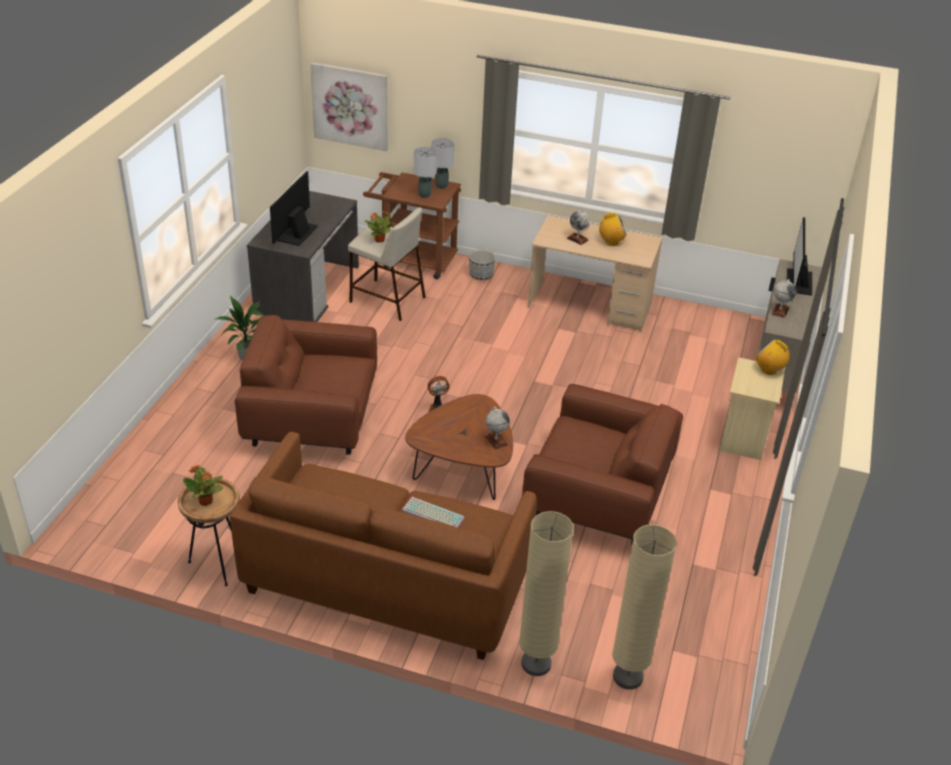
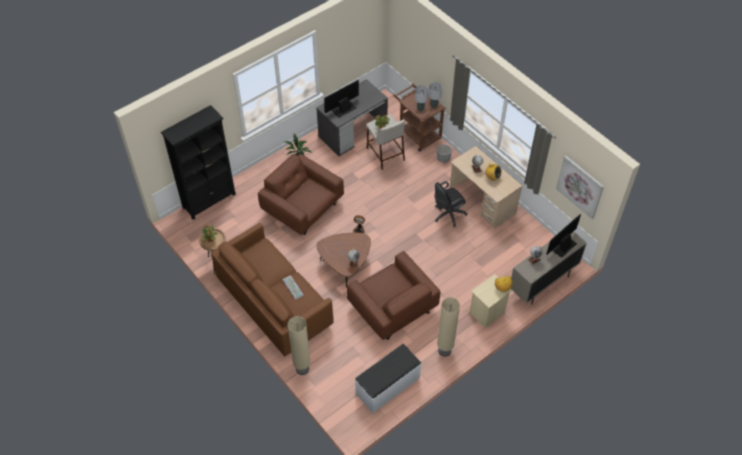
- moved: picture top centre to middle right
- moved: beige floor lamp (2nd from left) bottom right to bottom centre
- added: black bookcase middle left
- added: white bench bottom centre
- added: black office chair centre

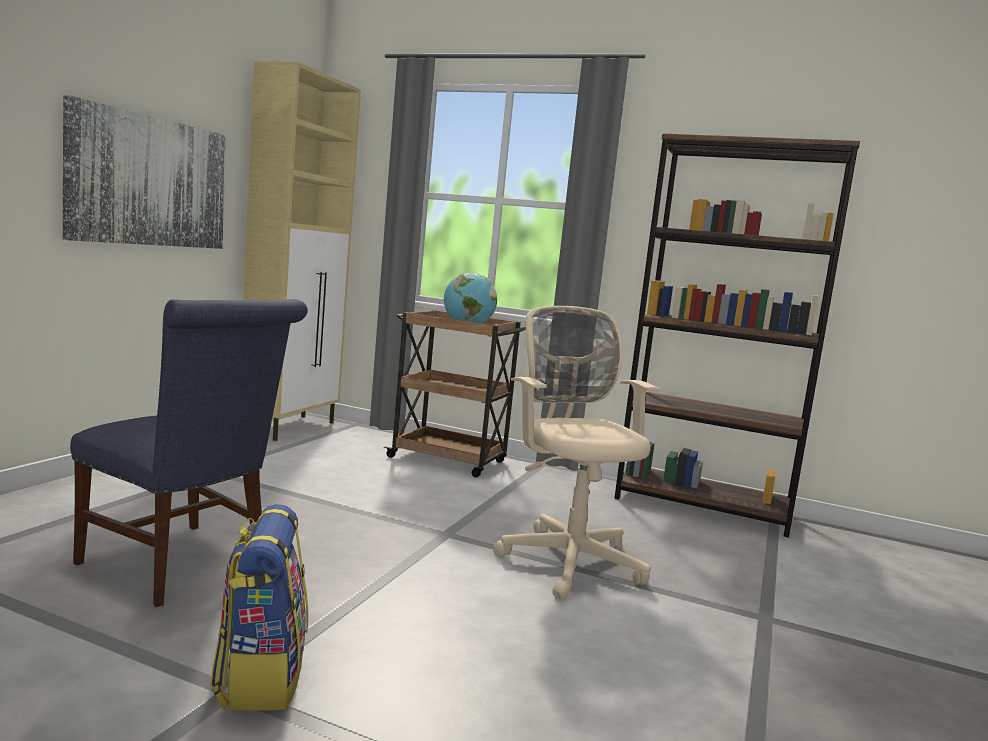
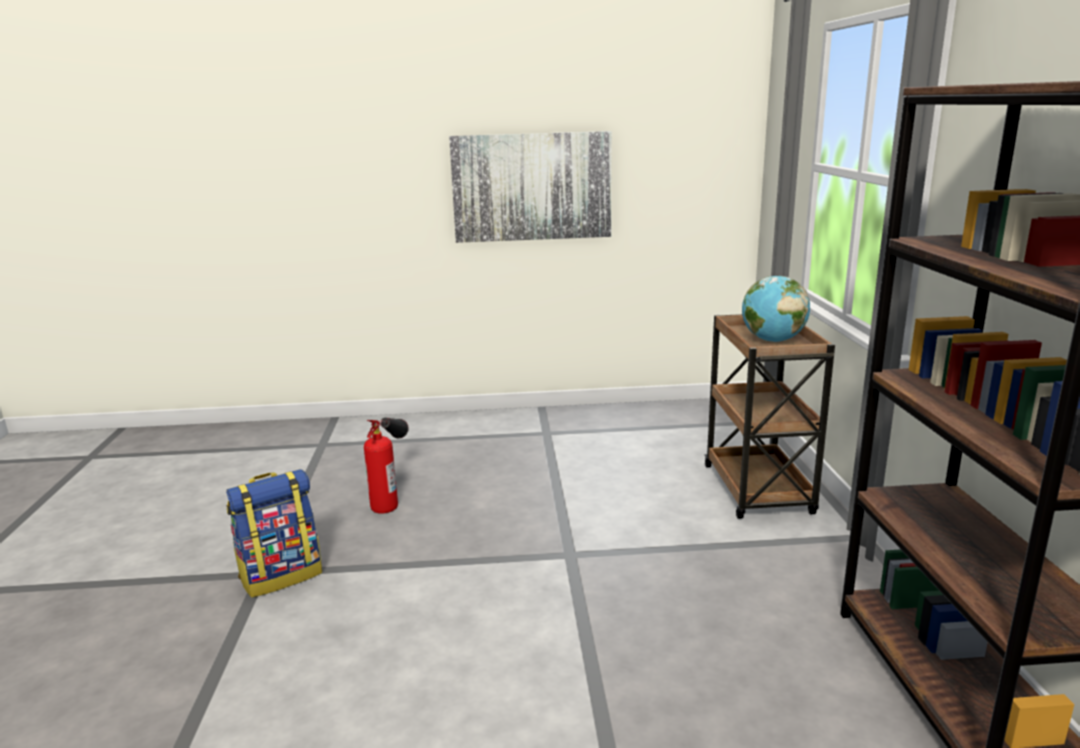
- replaced: blue chair middle left to fire extinguisher centre
- removed: beige cabinet middle left
- removed: beige office chair centre

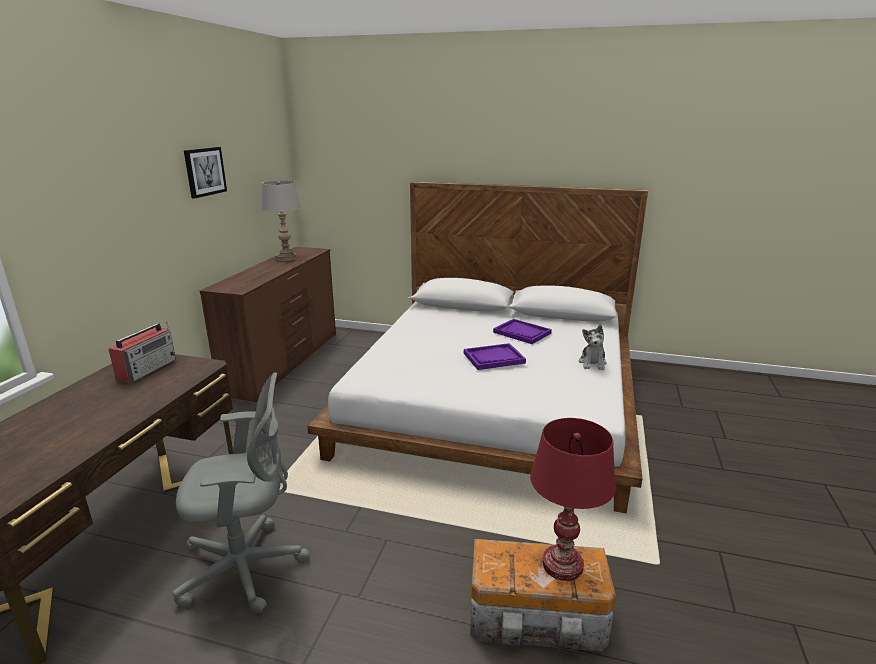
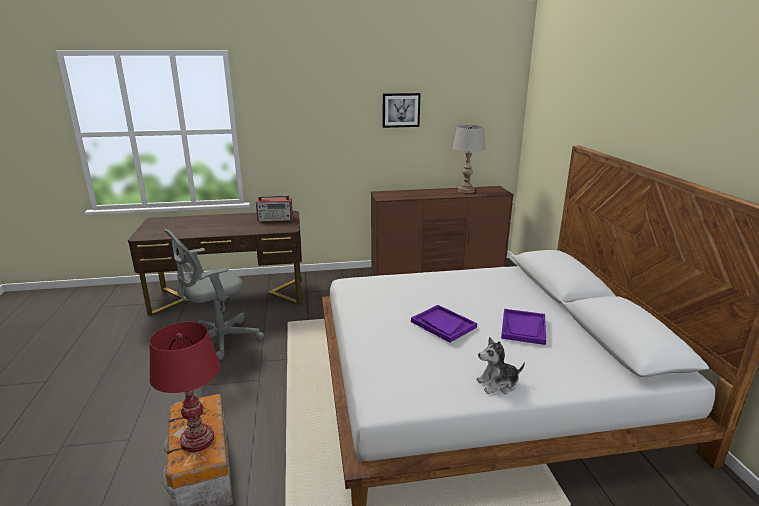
- turned: grey office chair bottom left = middle left 90 degrees clockwise

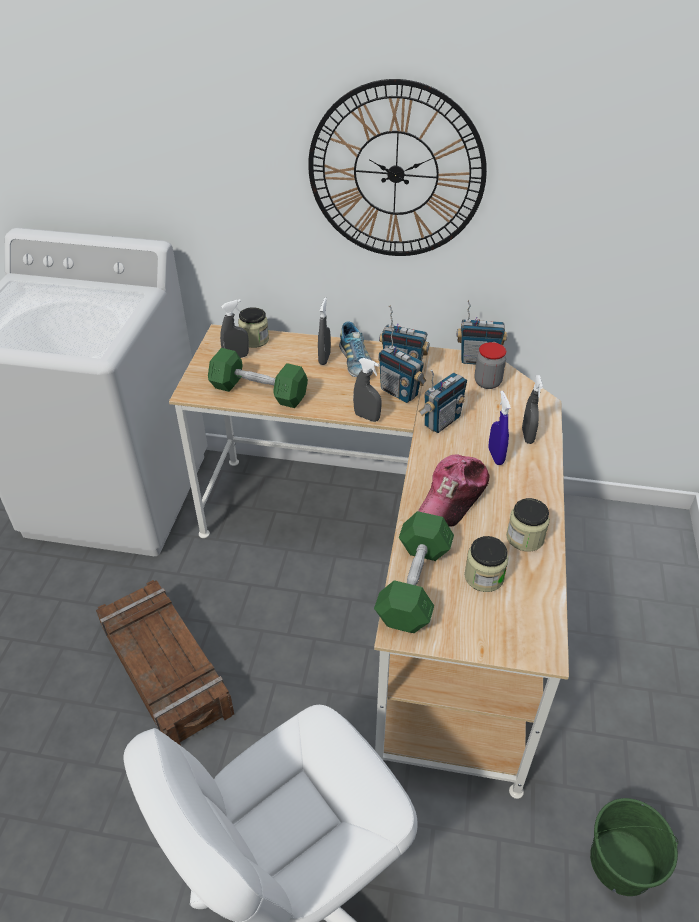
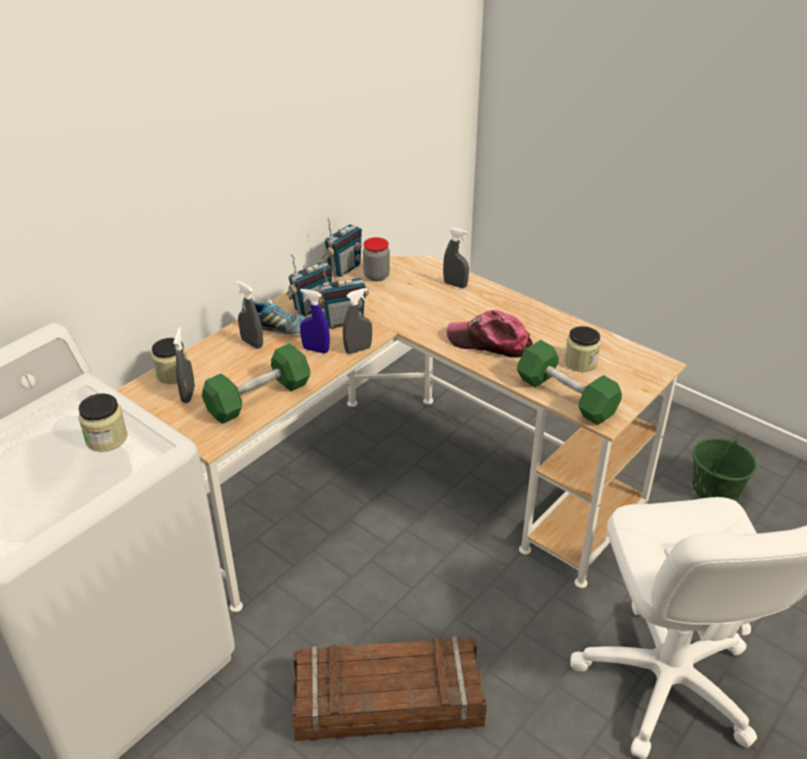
- removed: wall clock top centre
- removed: radio (3rd from left) centre
- turned: cap centre = centre 135 degrees clockwise
- moved: blue spray bottle middle right to centre
- moved: jar (4th from left in the first image) middle right to jar (1st from left) middle left

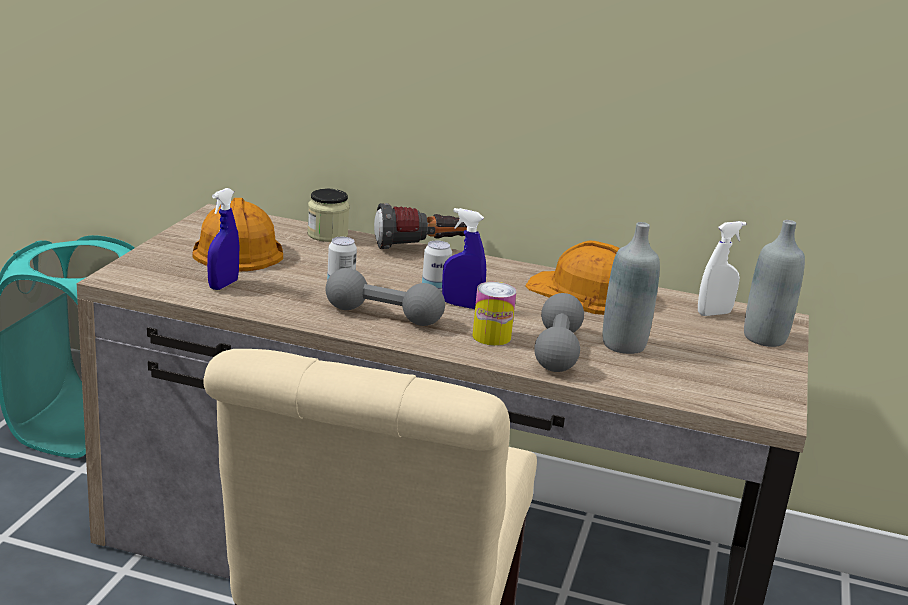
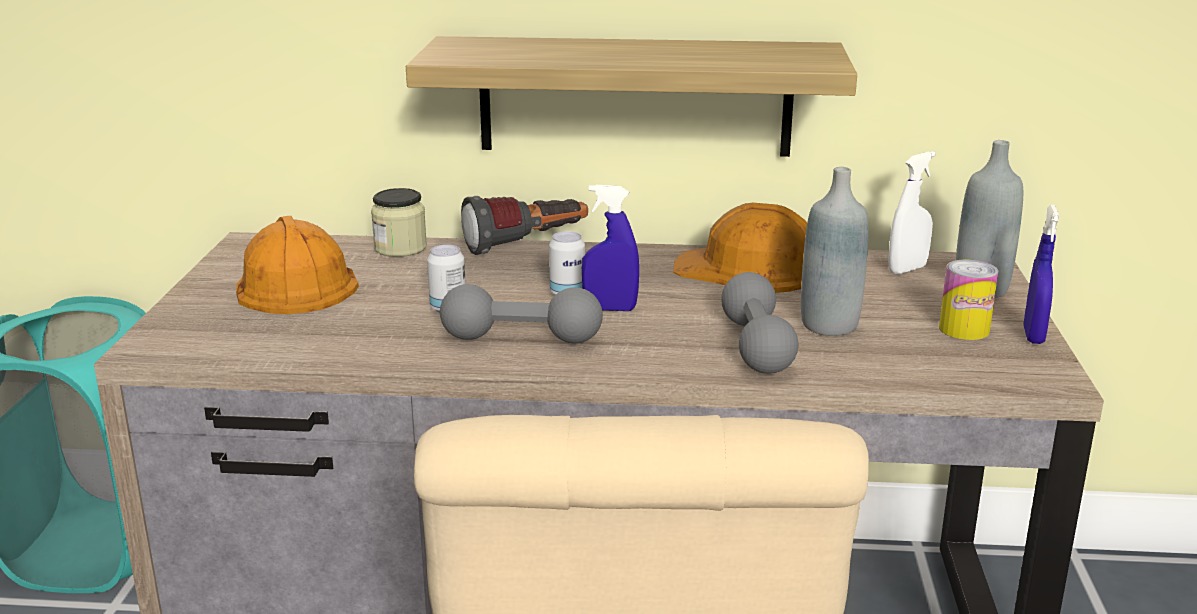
- moved: blue spray bottle (1st from left in the first image) middle left to blue spray bottle (2nd from left) middle right
- moved: can (3rd from left) centre to middle right
- added: shelf top centre

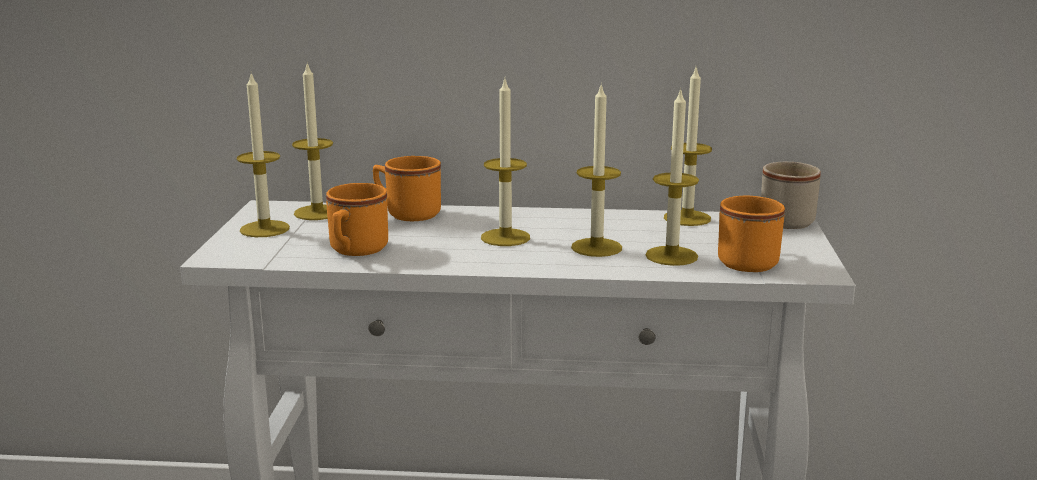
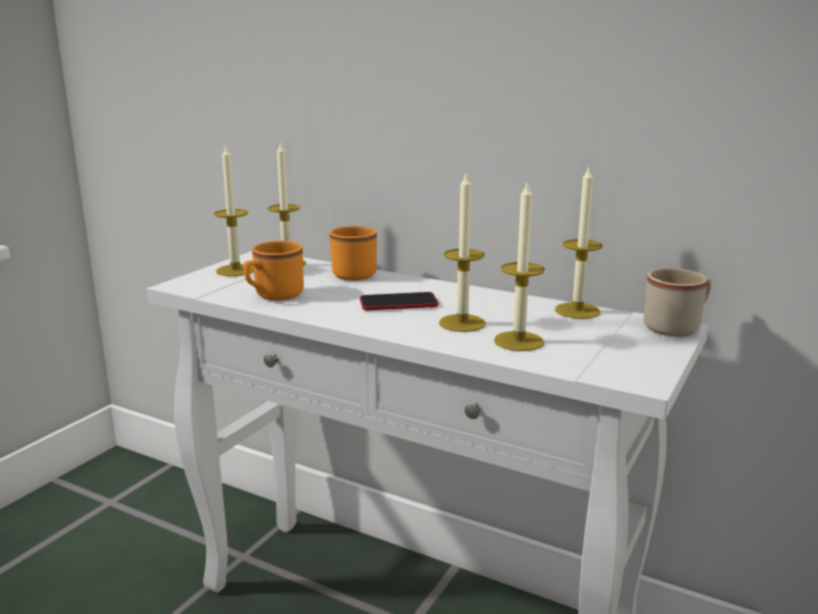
- replaced: candle (3rd from left) centre to phone centre
- removed: orange mug (3rd from left) middle right

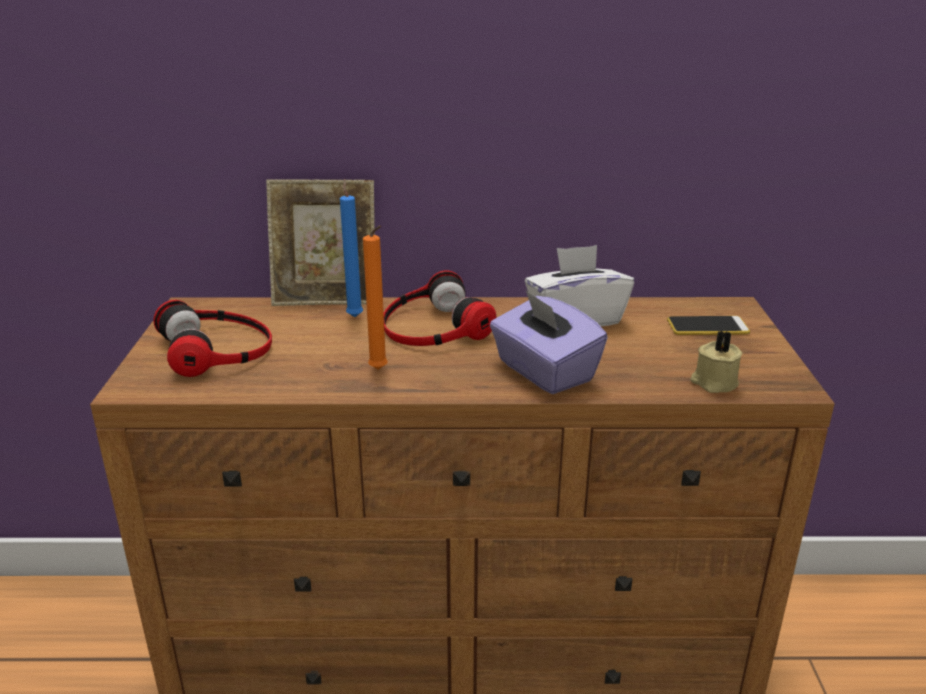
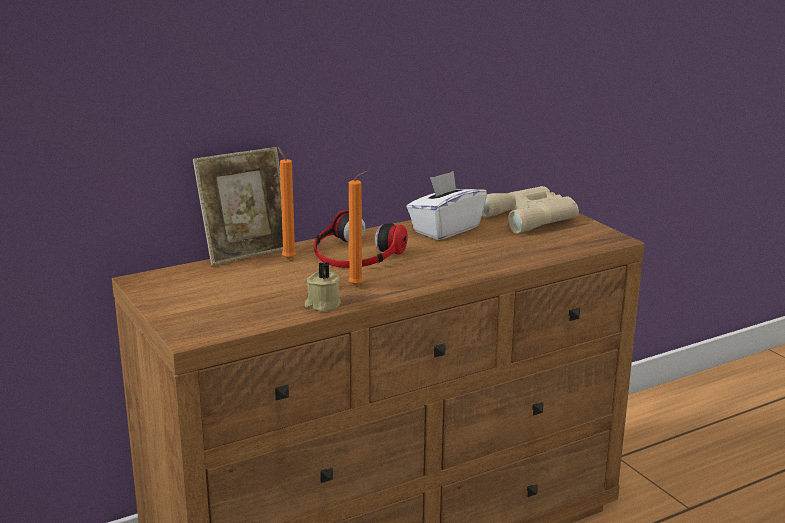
- removed: headphones (1st from left) middle left
- recoloured: blue candle centre to orange candle (1st from left) centre
- removed: purple tissue box centre
- replaced: phone middle right to beige binoculars middle right
- moved: beige candle middle right to centre

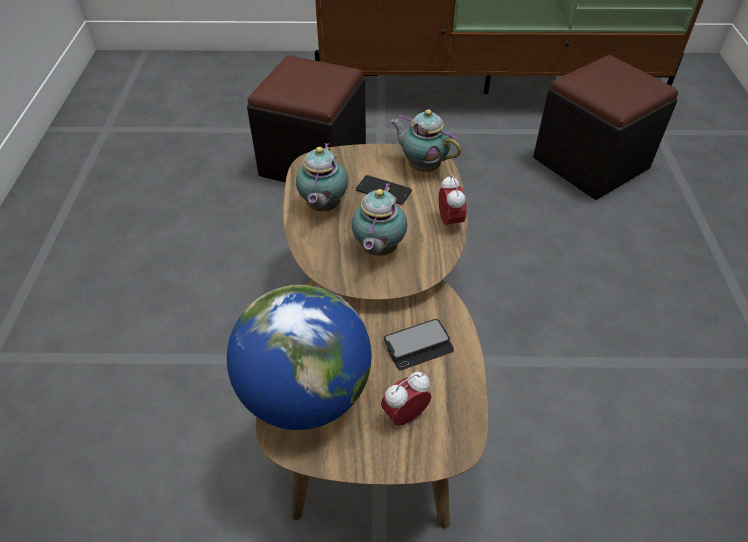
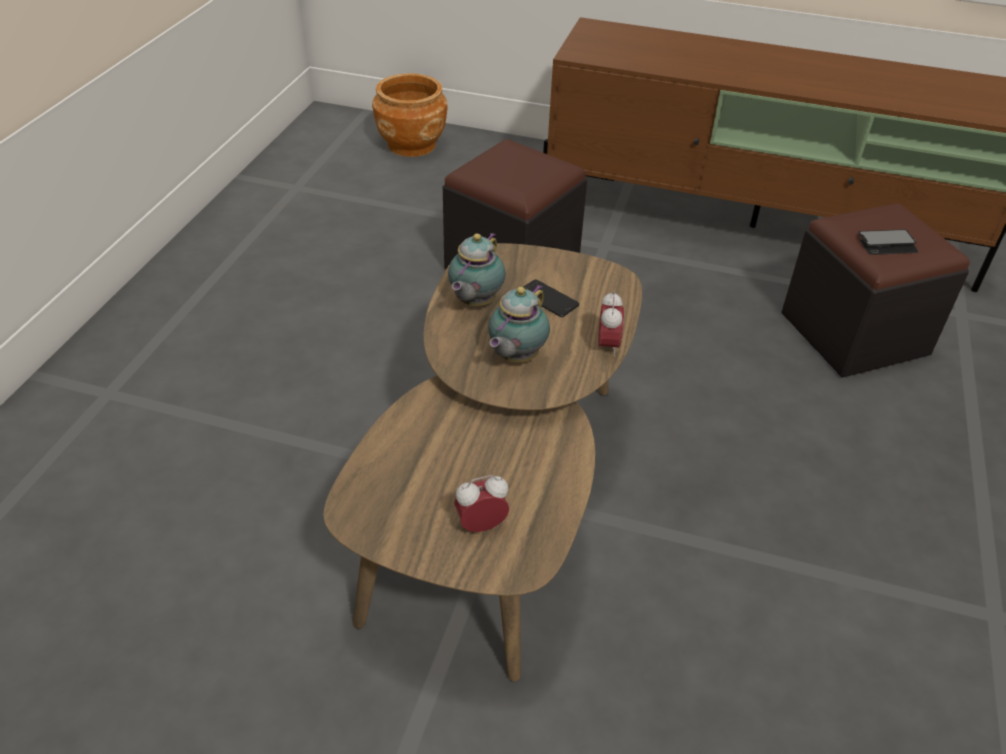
- removed: globe centre
- moved: phone (2nd from left) centre to top right
- removed: teapot (3rd from left) top centre
- added: brown planter top centre

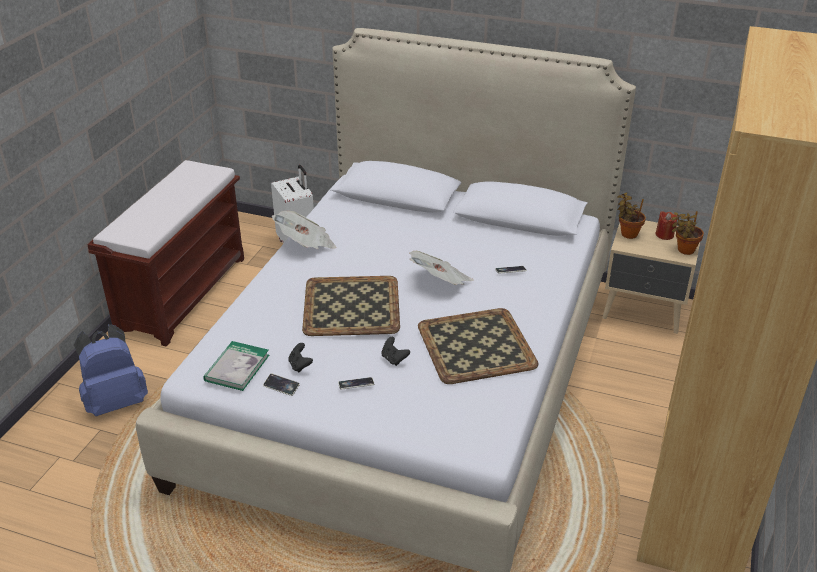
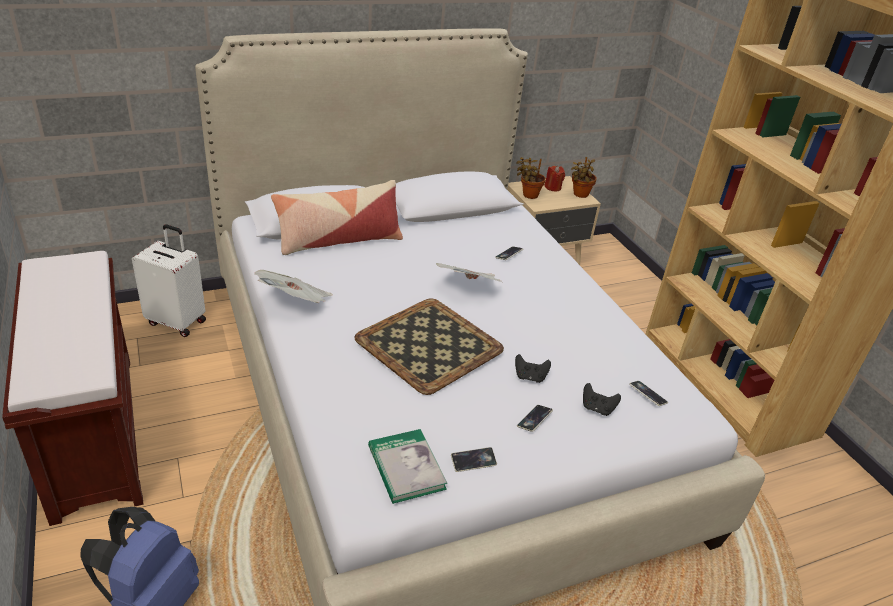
- moved: black game controller (1st from left in the first image) centre to black game controller (2nd from left) middle right
- removed: tray (2nd from left) centre
- added: pillow centre
- added: phone (4th from left) middle right

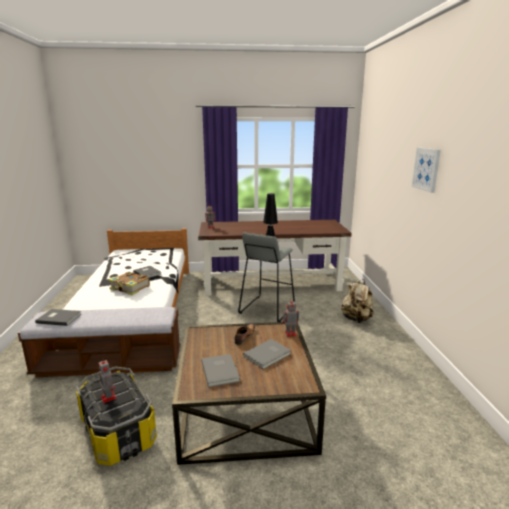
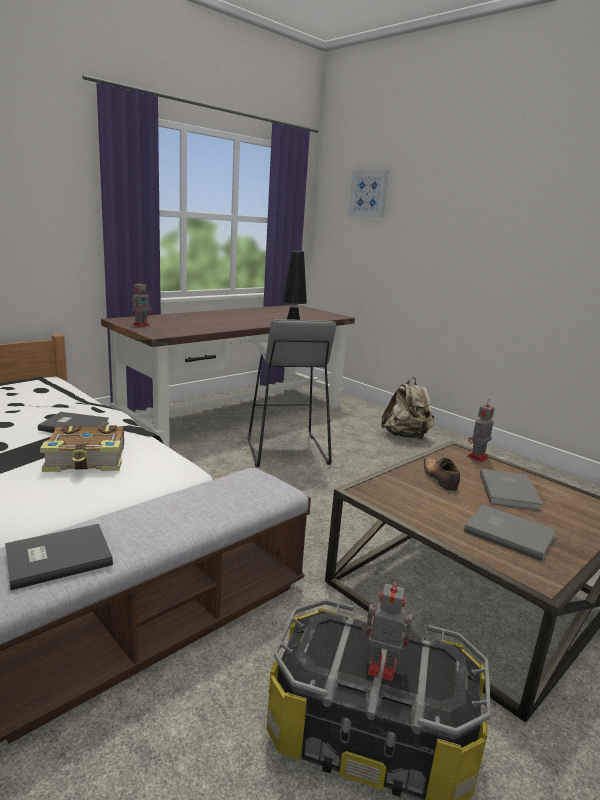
- moved: picture middle right to top centre

